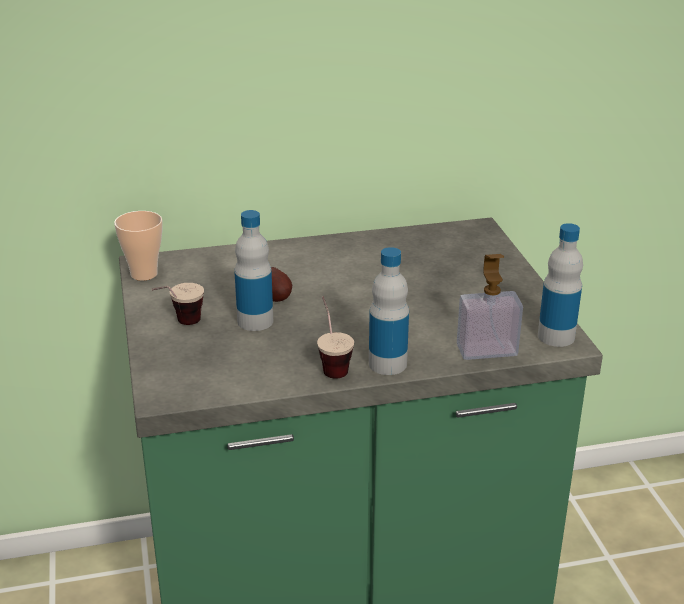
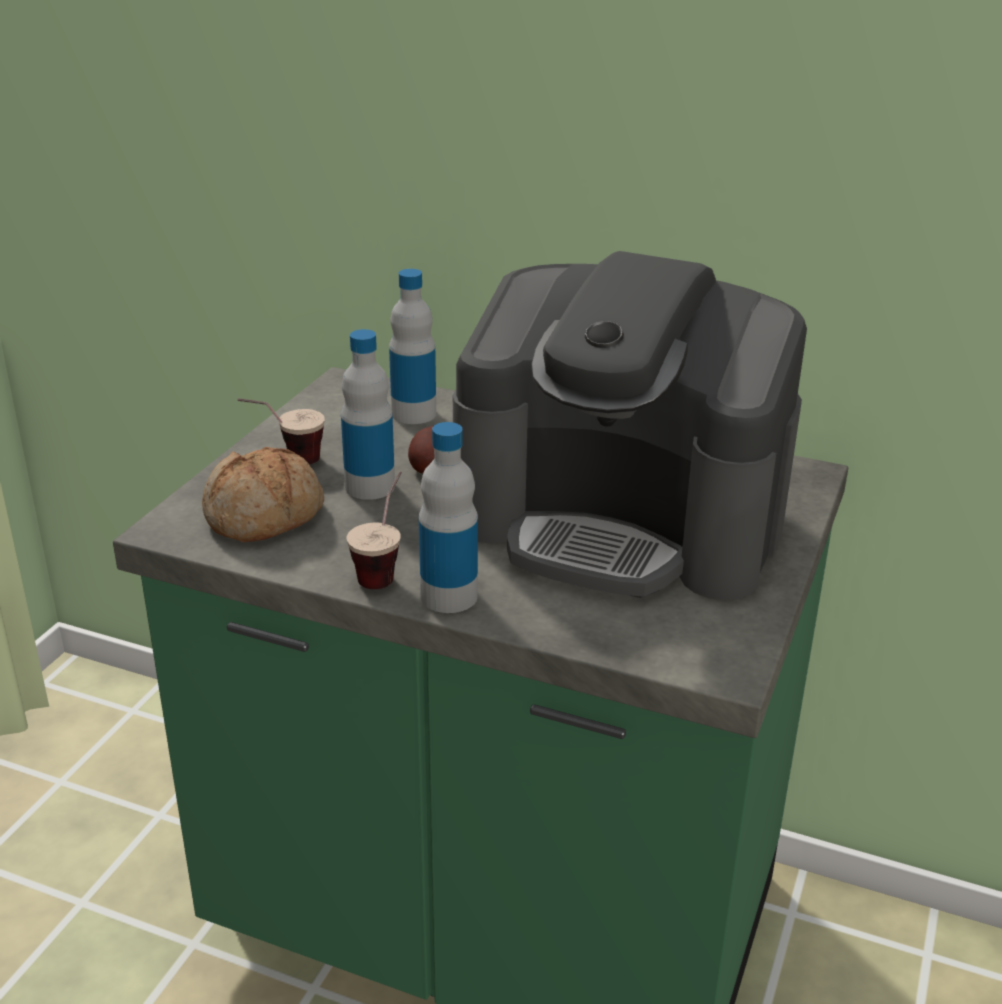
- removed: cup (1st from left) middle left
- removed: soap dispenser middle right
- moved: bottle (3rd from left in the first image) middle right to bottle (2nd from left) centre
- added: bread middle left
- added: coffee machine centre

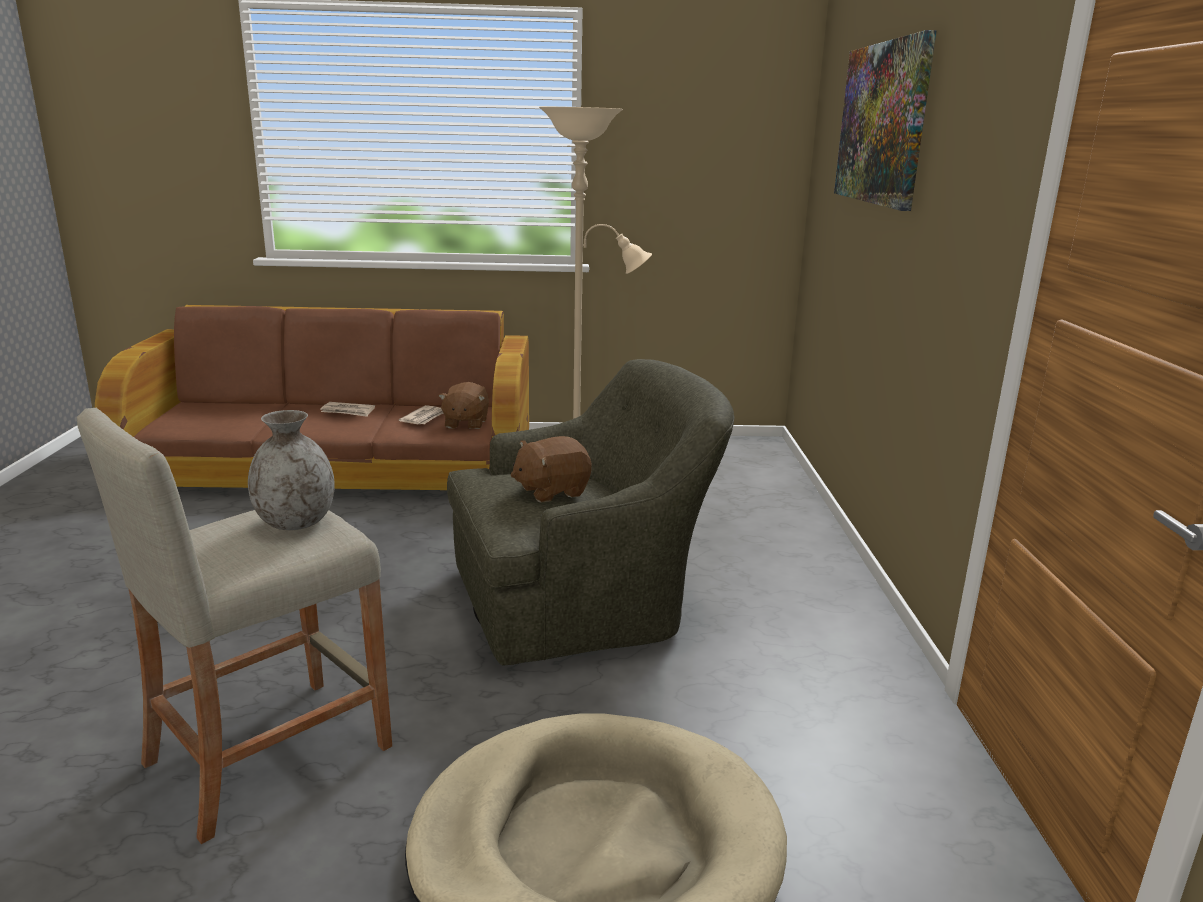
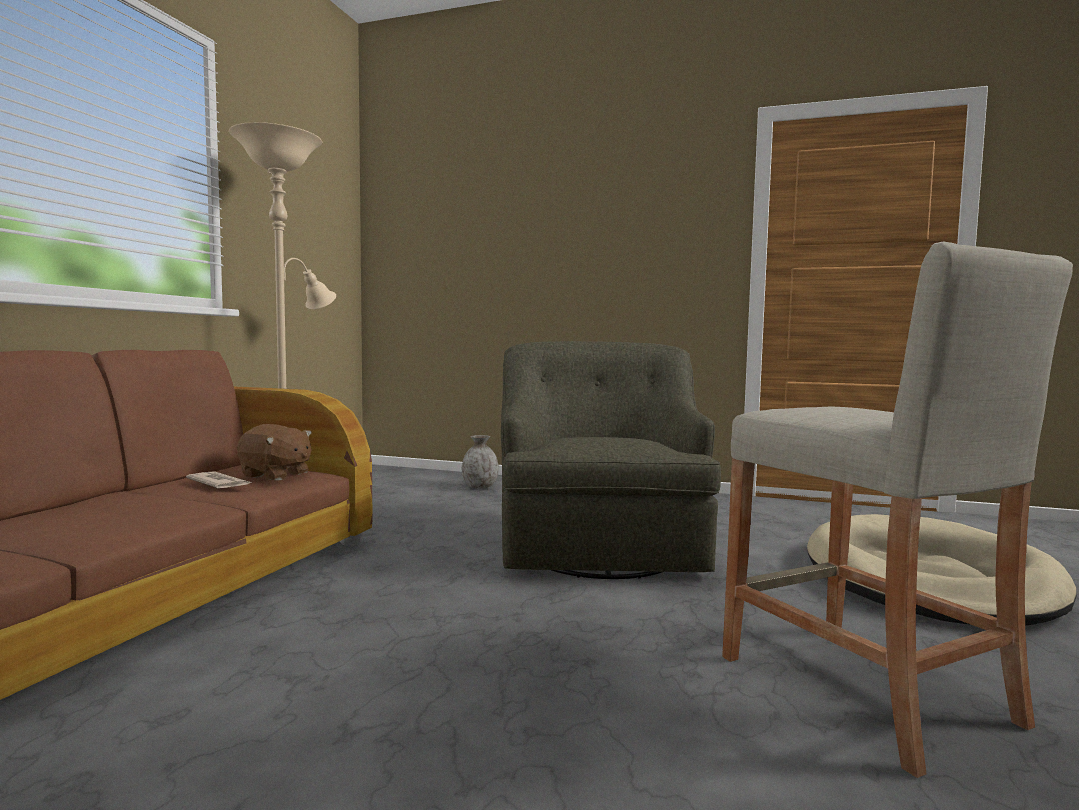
- moved: grey vase middle left to centre
- removed: newspaper (1st from left) middle left
- removed: brown plush toy (2nd from left) centre
- removed: picture top right

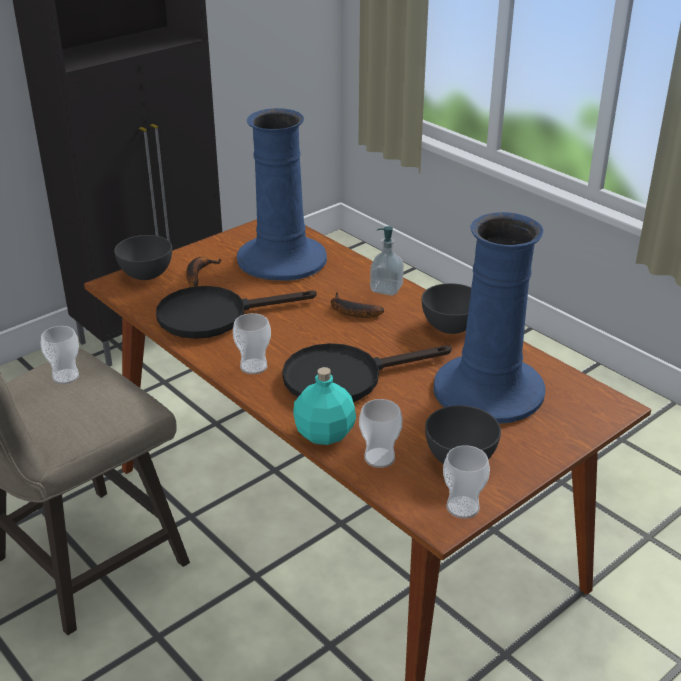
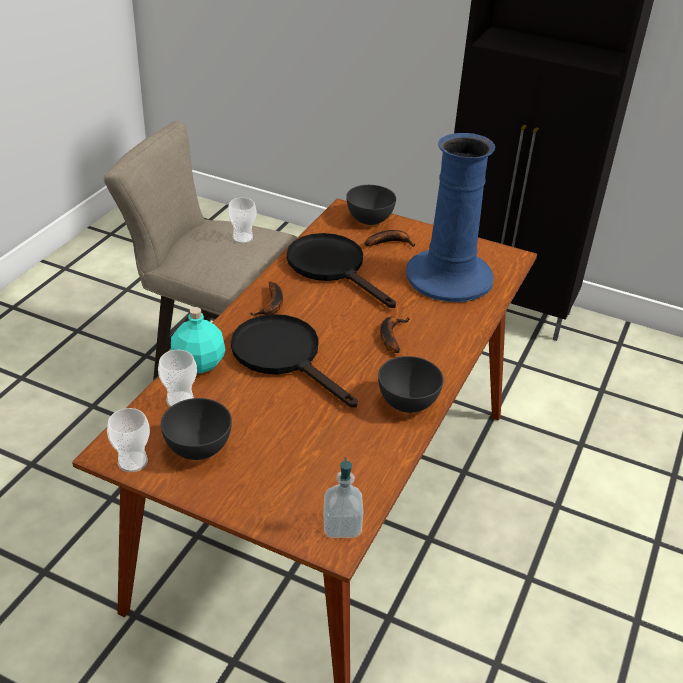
- replaced: cup (2nd from left) centre to banana (1st from left) centre
- moved: soap dispenser centre to bottom centre
- removed: blue vase (2nd from left) middle right

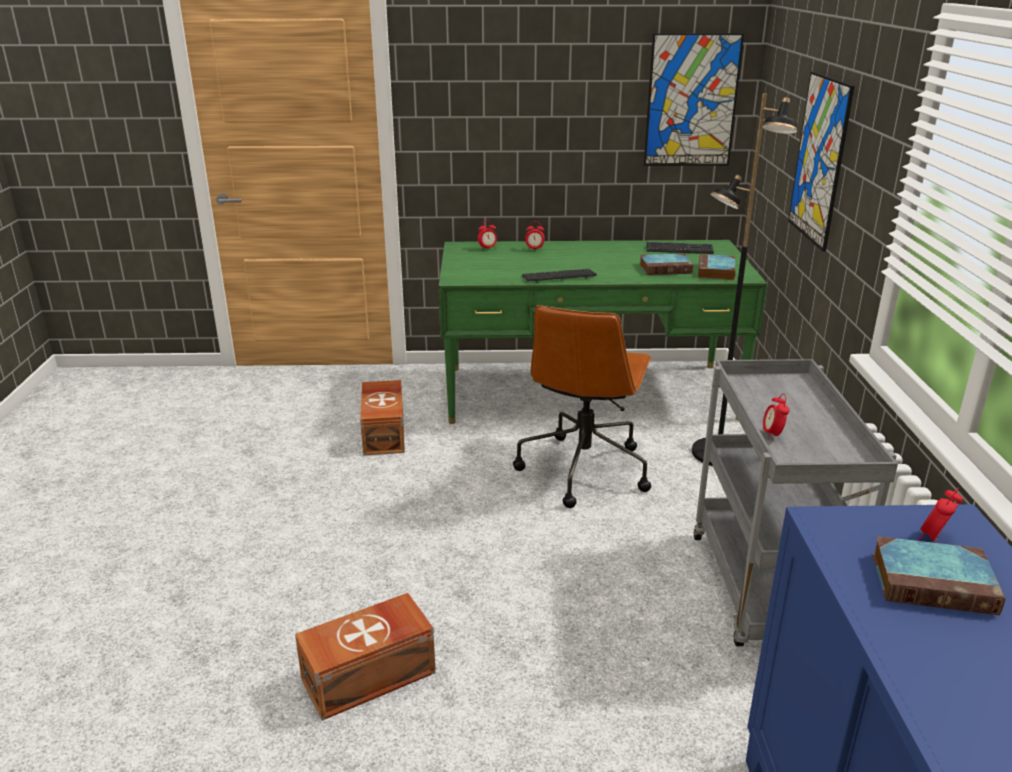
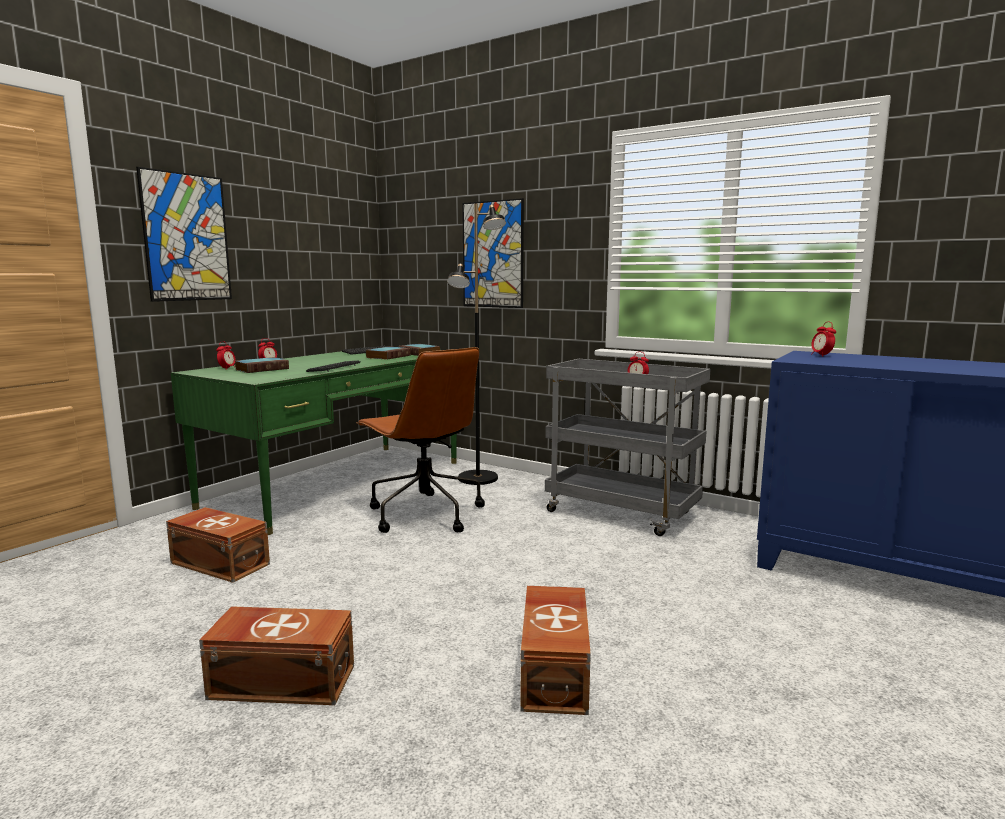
- moved: picture (1st from left) top right to top left
- moved: book (3rd from left in the first image) bottom right to book (1st from left) middle left
- added: brown storage box (2nd from left) bottom left

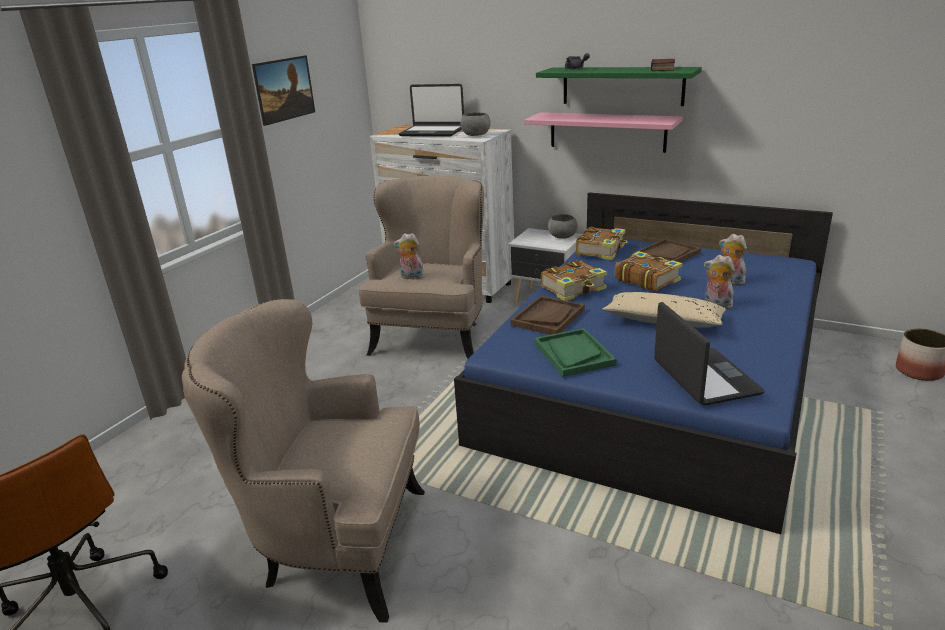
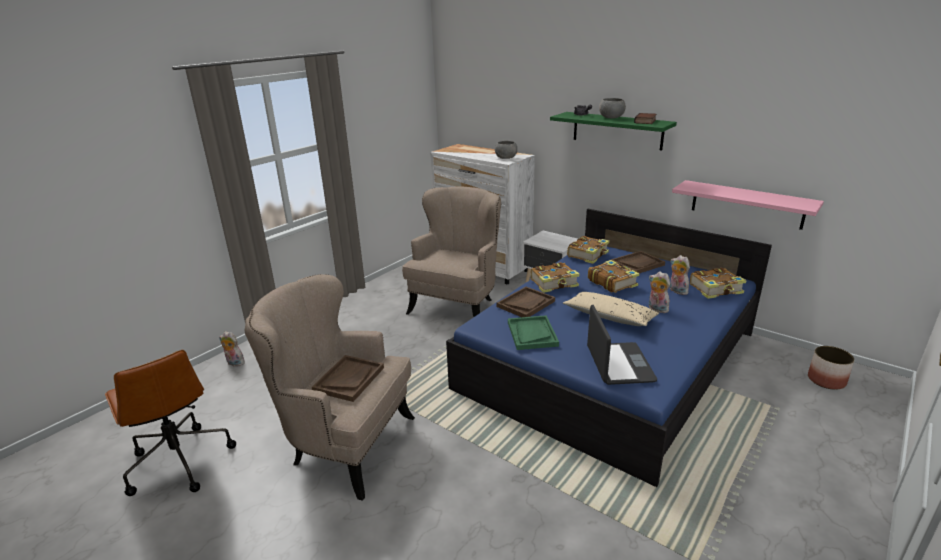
- removed: picture top left
- moved: plush toy (1st from left) centre to middle left
- removed: laptop (1st from left) top centre
- moved: pink shelf top centre to middle right
- moved: grey bowl (2nd from left) centre to top centre
- added: brown tray (1st from left) bottom centre
- added: book (5th from left) middle right

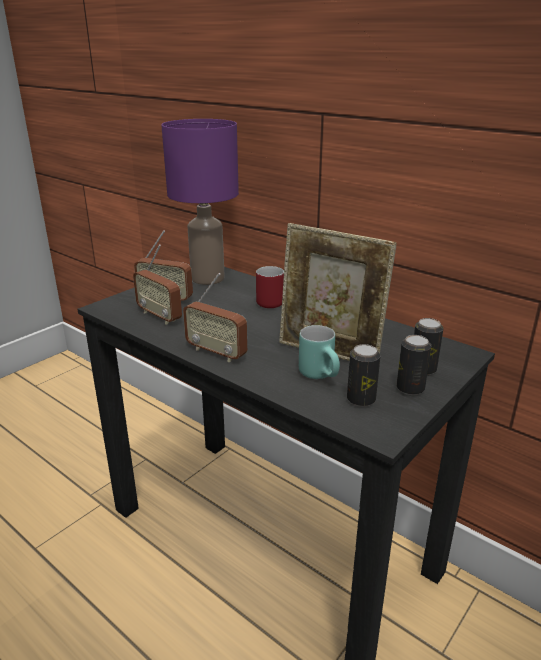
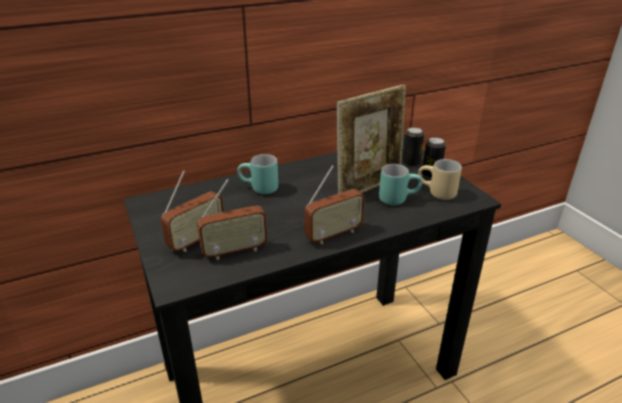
- removed: purple table lamp top centre
- recoloured: red mug centre to turquoise mug (1st from left) centre
- replaced: can (1st from left) middle right to beige mug middle right

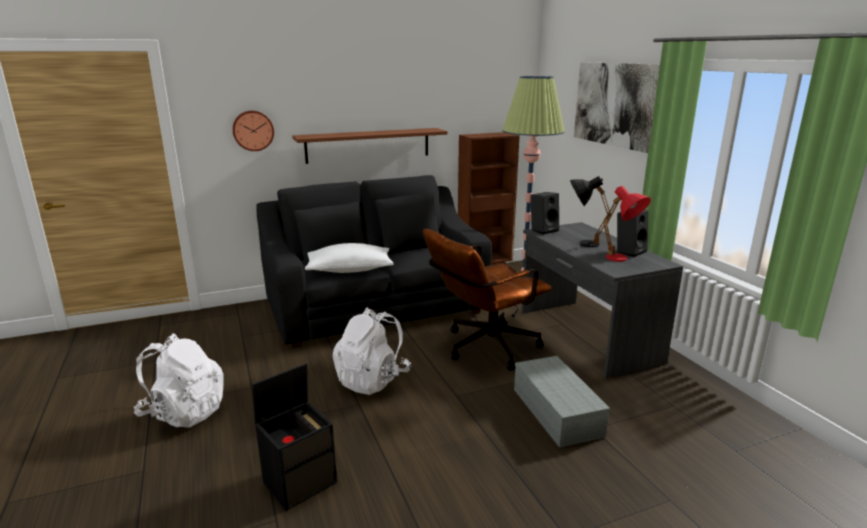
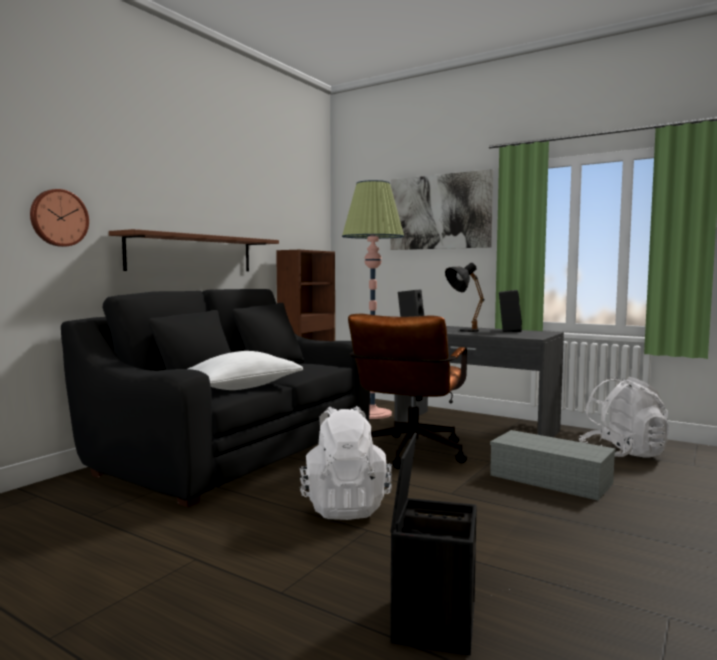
- moved: white backpack (1st from left in the first image) bottom left to white backpack (2nd from left) middle right
- removed: red table lamp middle right

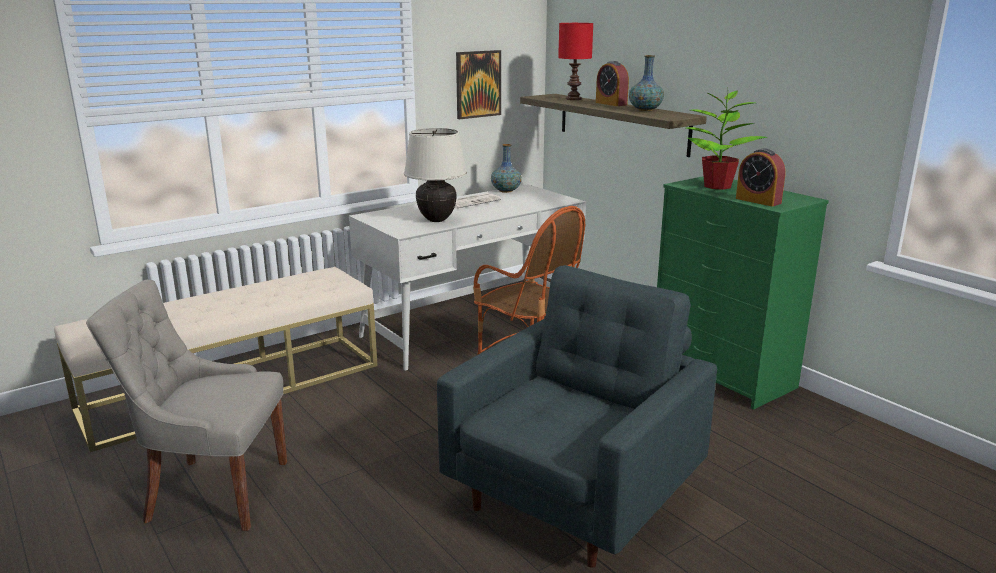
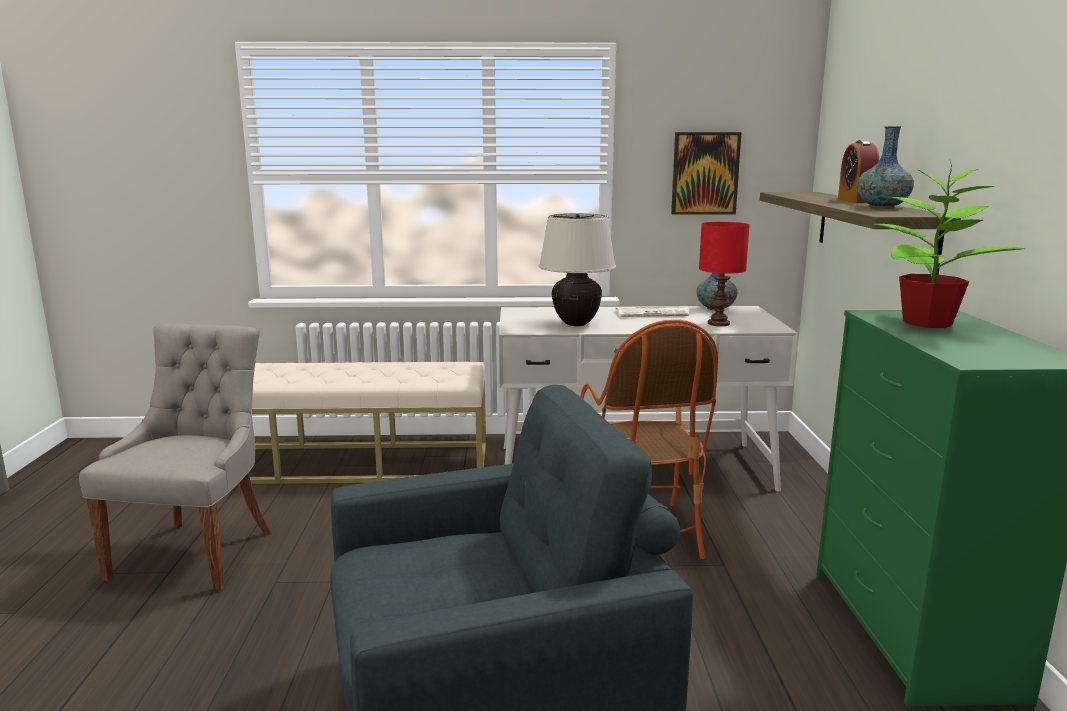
- turned: grey chair bottom left = middle left 60 degrees clockwise
- moved: red table lamp top centre to middle right
- removed: alarm clock (2nd from left) top right

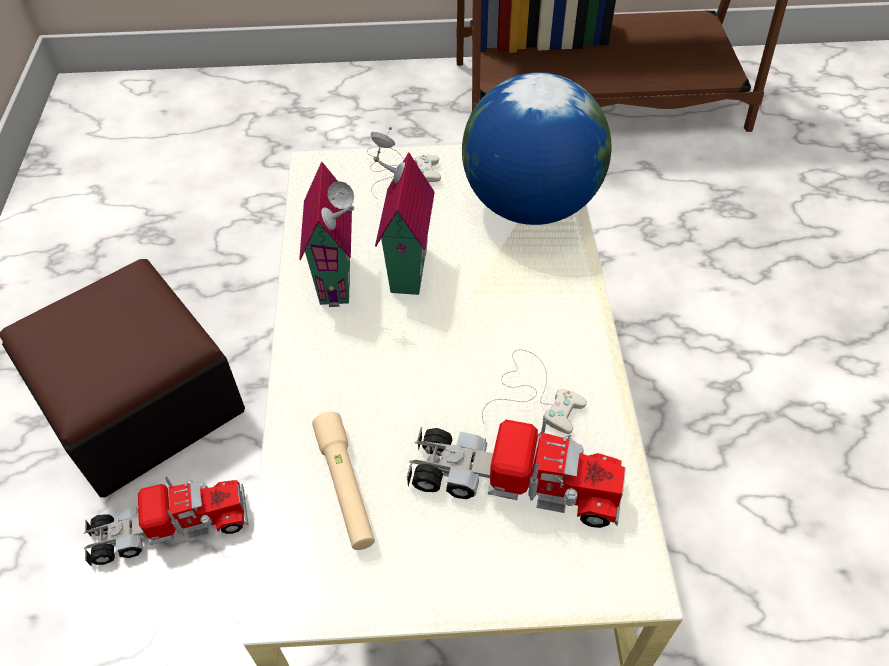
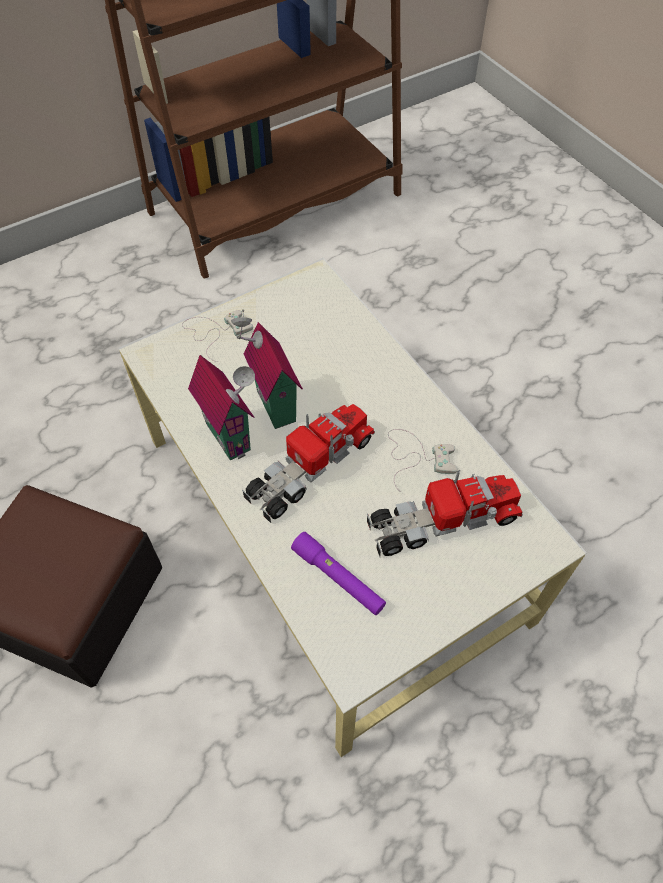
- moved: toy truck (1st from left) bottom left to centre
- recoloured: beige flashlight bottom centre to purple flashlight centre
- removed: globe top centre

